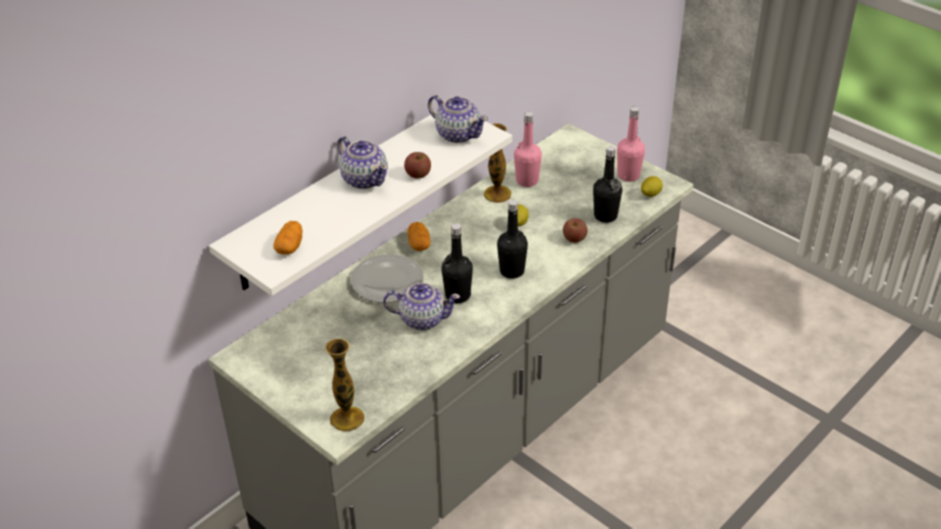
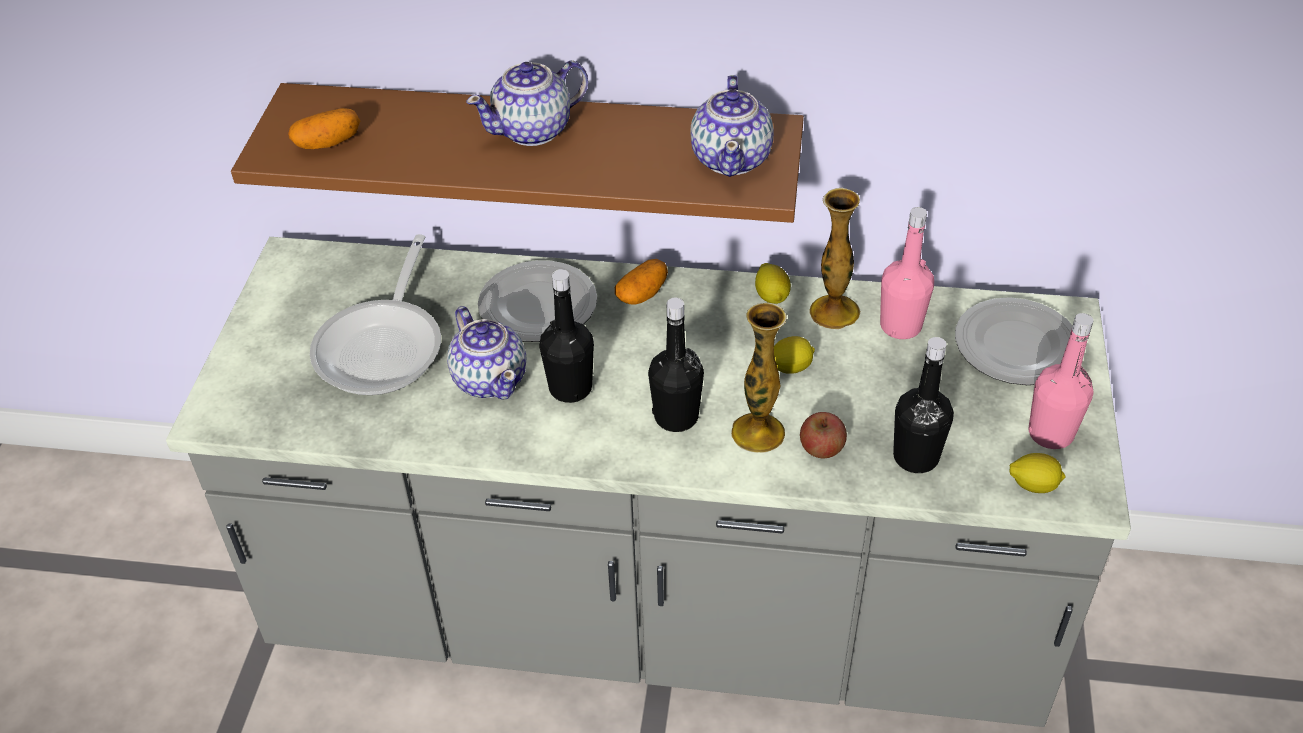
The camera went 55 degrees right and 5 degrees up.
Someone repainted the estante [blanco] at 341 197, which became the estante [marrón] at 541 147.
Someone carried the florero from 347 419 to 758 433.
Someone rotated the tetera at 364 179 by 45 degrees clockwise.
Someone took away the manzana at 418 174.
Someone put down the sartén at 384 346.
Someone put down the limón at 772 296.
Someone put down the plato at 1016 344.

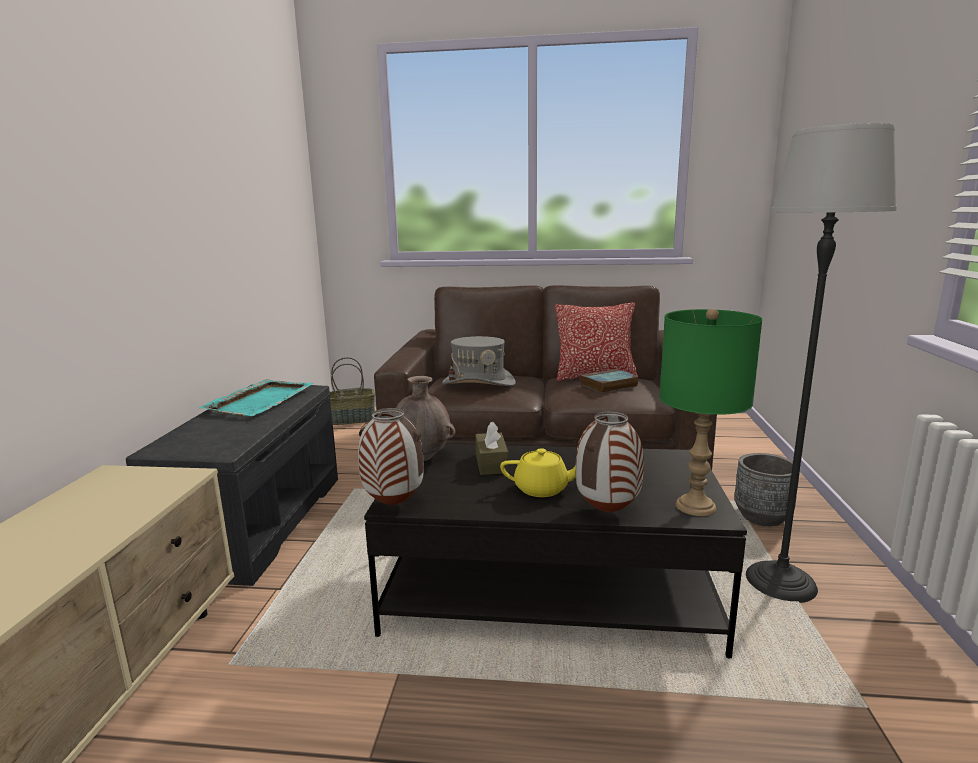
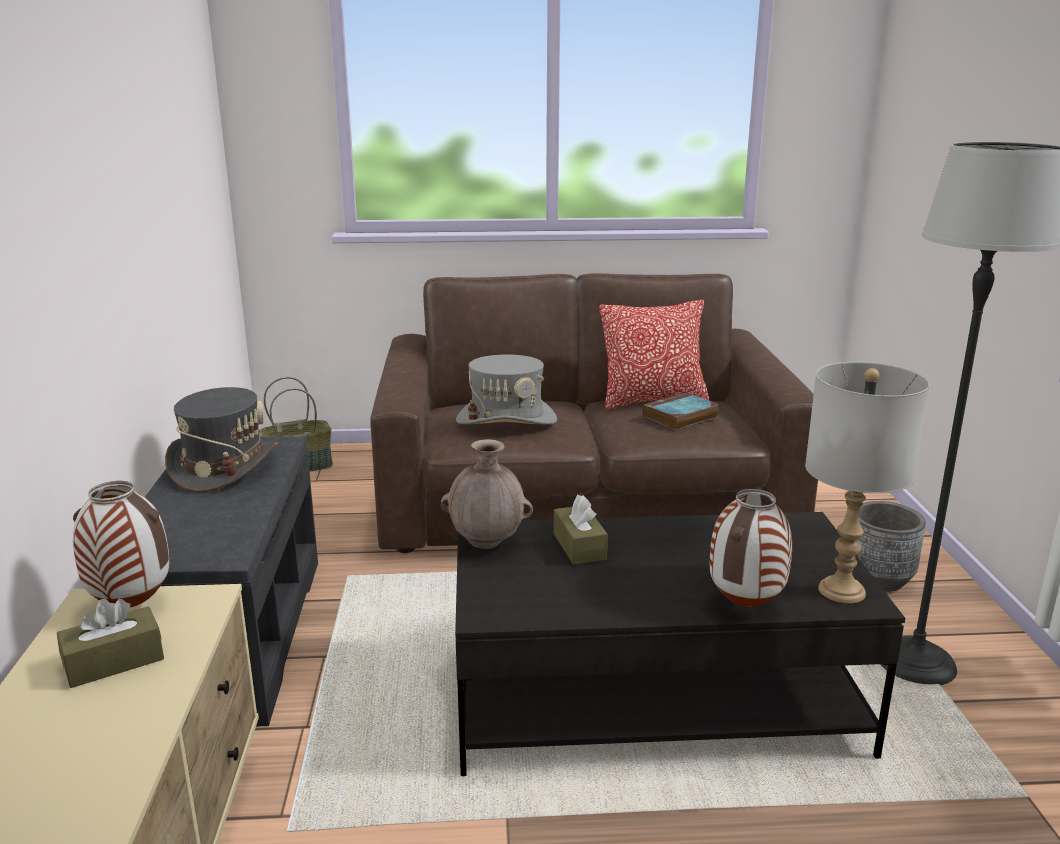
The camera went 10 degrees left and 5 degrees up.
Someone swapped the bandeja [turquesa] at 261 400 for the sombrero [gris] at 224 467.
Someone carried the florero from 393 505 to 130 607.
Someone took away the tetera [amarillo] at 542 489.
Someone repainted the lámpara de mesa [verde] at 695 506, which became the lámpara de mesa [gris] at 840 590.
Someone put down the caja de pañuelos [marrón] at 114 662.

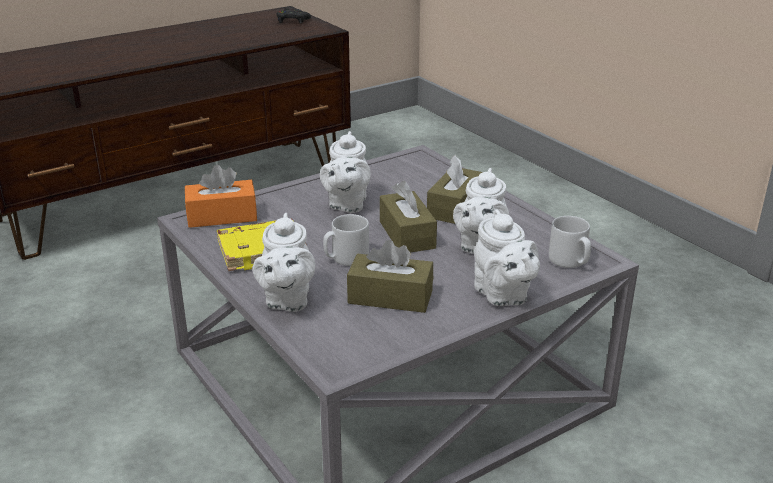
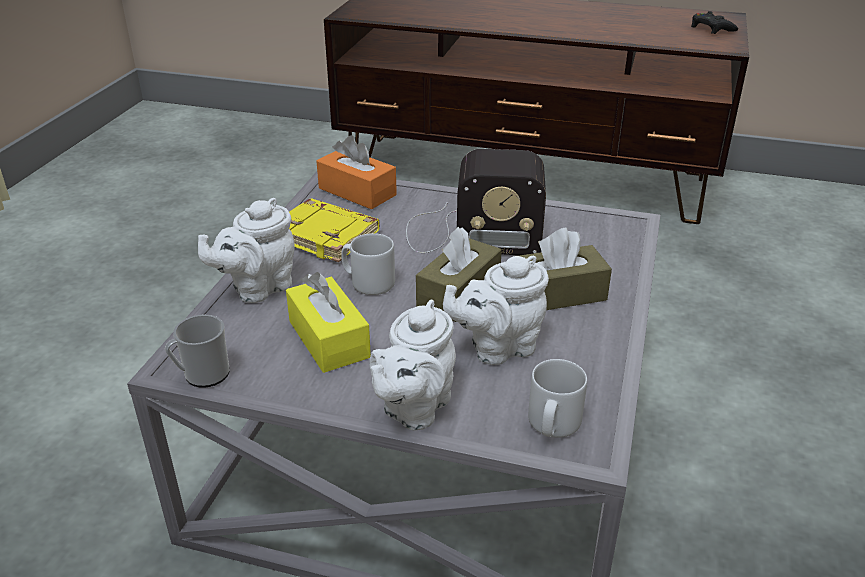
The camera went 50 degrees right and 5 degrees up.
Someone swapped the tetera [blanco] at 347 204 for the radio at 468 235.
Someone repainted the caja de pañuelos [marrón] at 390 297, which became the caja de pañuelos [amarillo] at 329 339.
Someone put down the taza grande at 202 375.

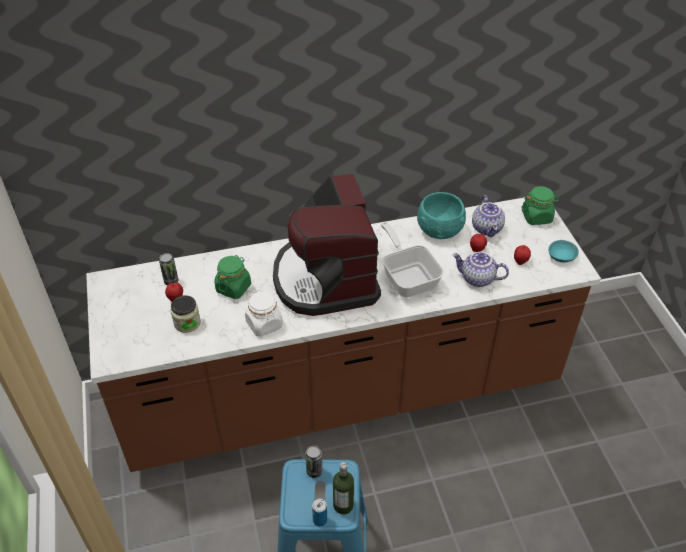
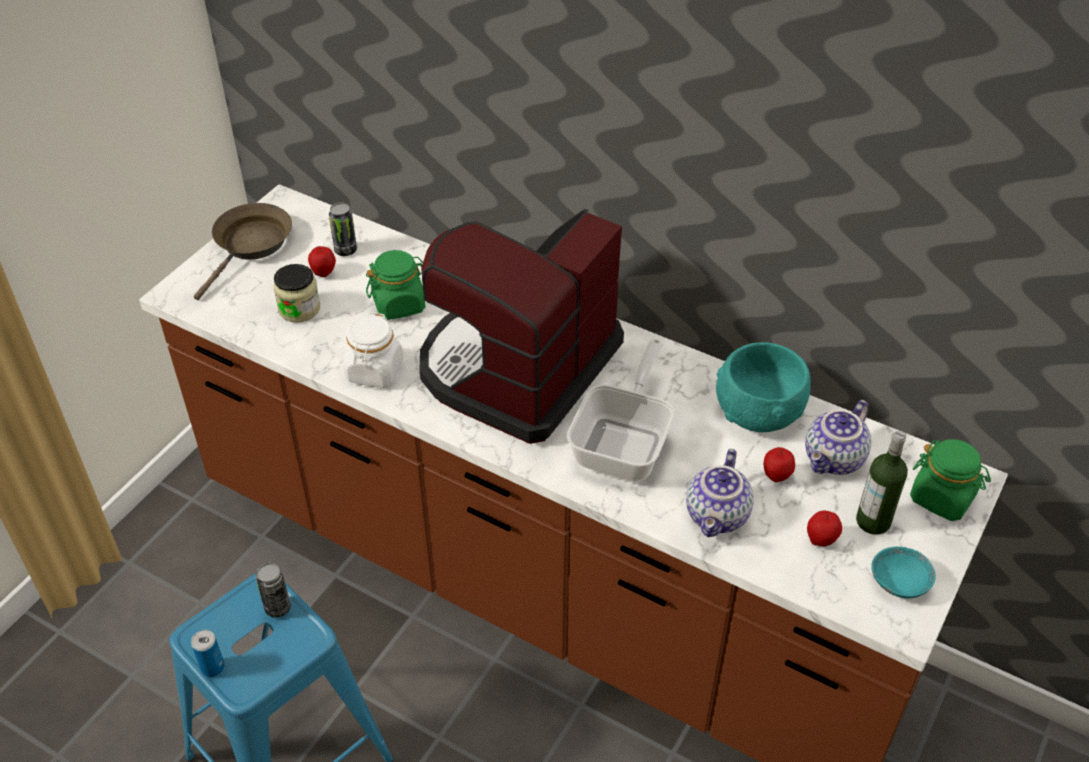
The camera went 45 degrees right and 0 degrees up.
Someone carried the botella from 343 505 to 873 521.
Someone rotated the tetera at 477 279 by 135 degrees counterclockwise.
Someone put down the sartén [marrón] at 250 245.

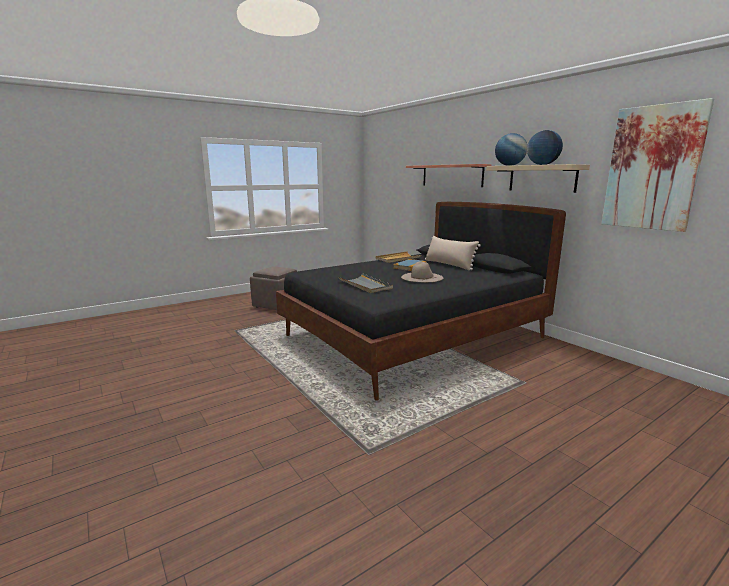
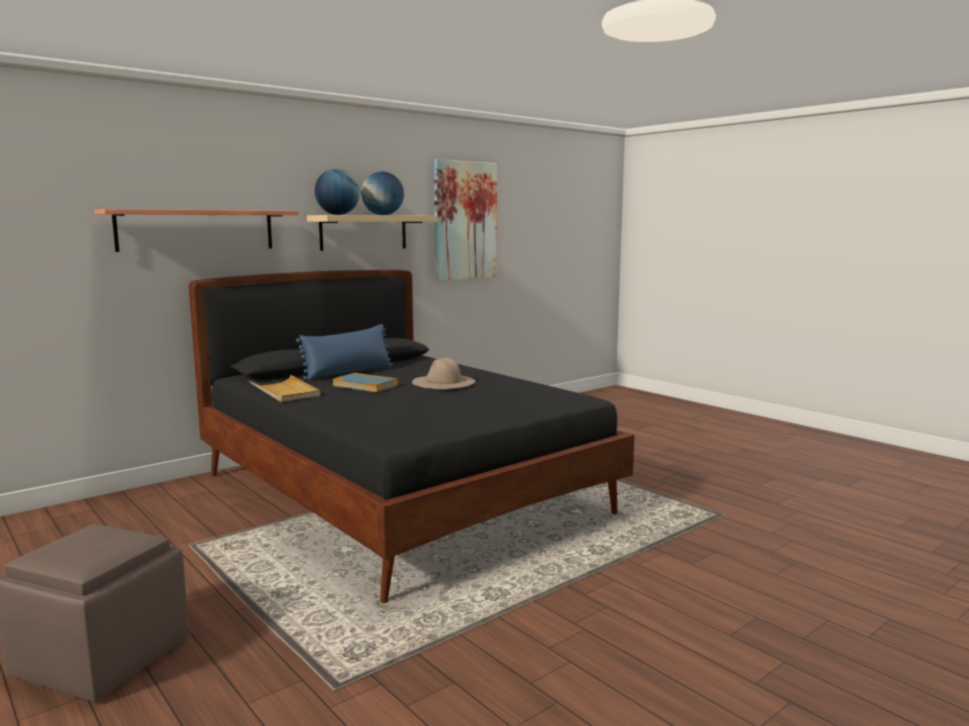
The camera went 95 degrees left and 5 degrees down.
Someone took away the bandeja [gris] at 365 285.
Someone repainted the cojín [beis] at 449 265, which became the cojín [azul] at 348 373.

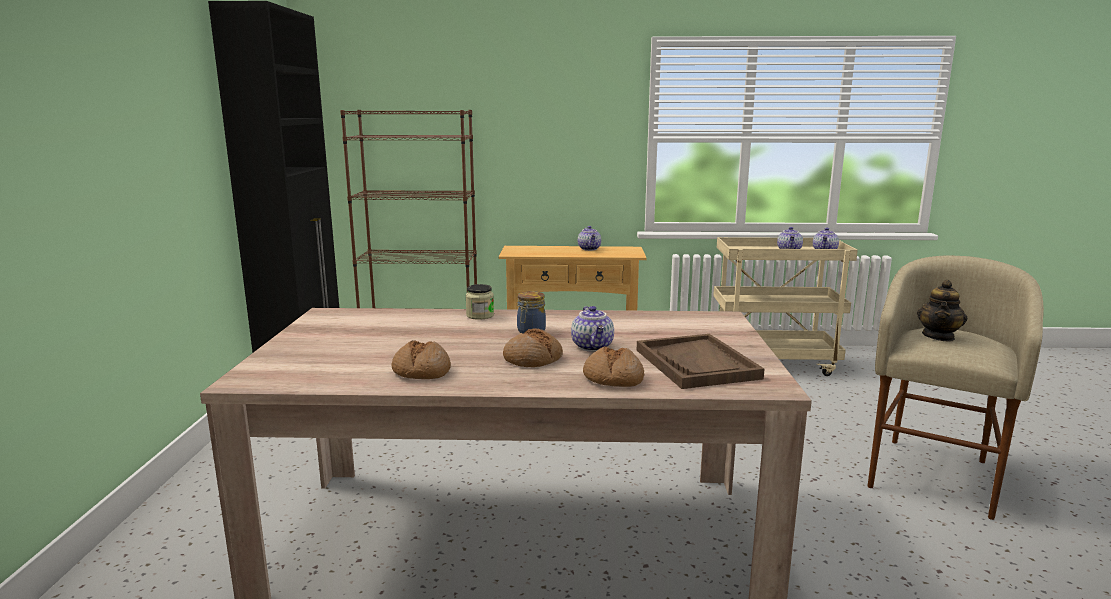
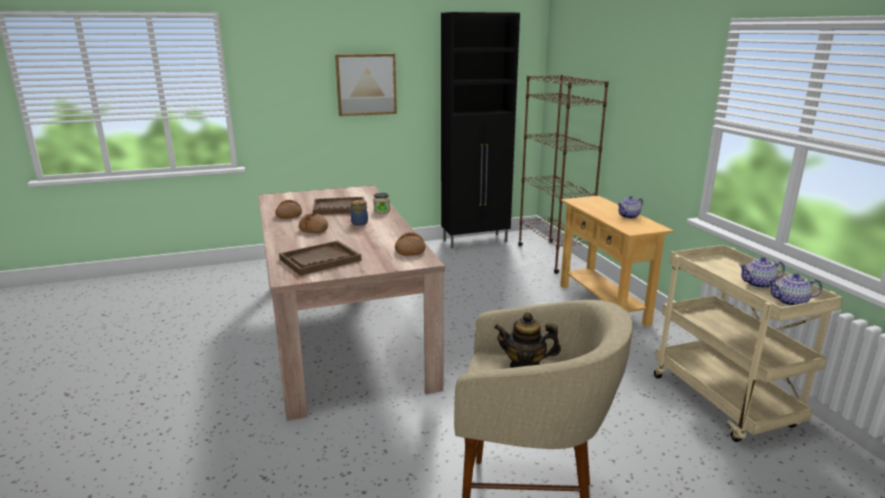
The camera went 70 degrees right and 5 degrees up.
Someone took away the tetera at 593 347.
Someone carried the pan from 613 378 to 410 250.
Someone put down the bandeja [marrón] at 339 208.
Someone put up the cuadro at 366 84.

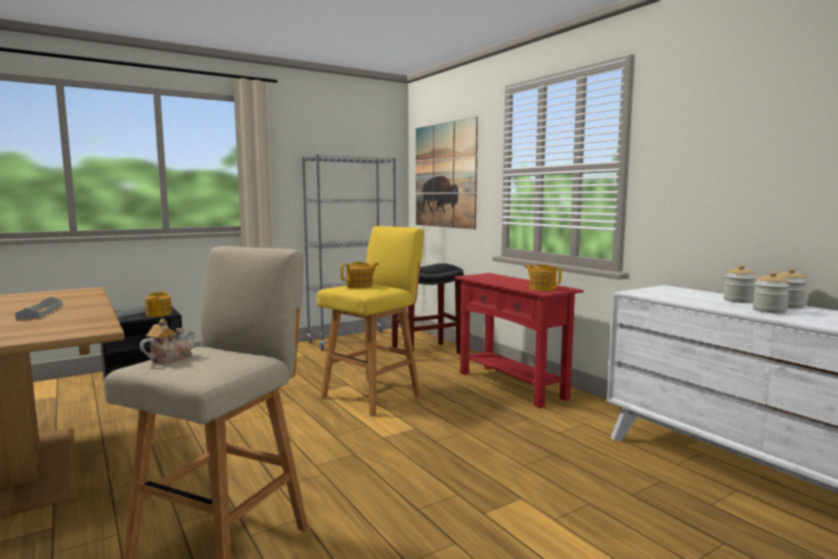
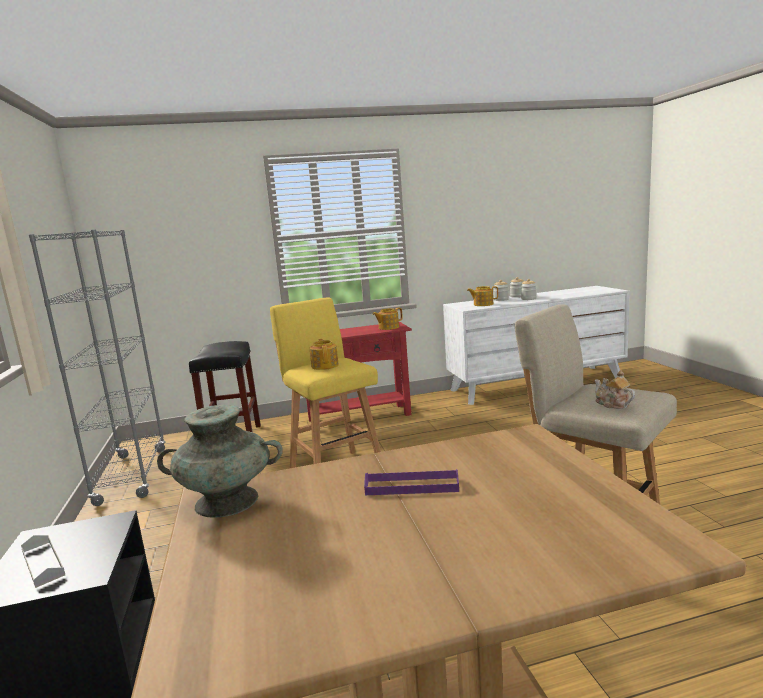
The camera went 70 degrees left and 5 degrees up.
Someone repainted the bandeja [gris] at 40 312, which became the bandeja [morado] at 412 486.
Someone carried the tetera from 159 314 to 483 304.
Someone took away the cuadro at 445 175.
Someone put down the florero [turquesa] at 227 501.

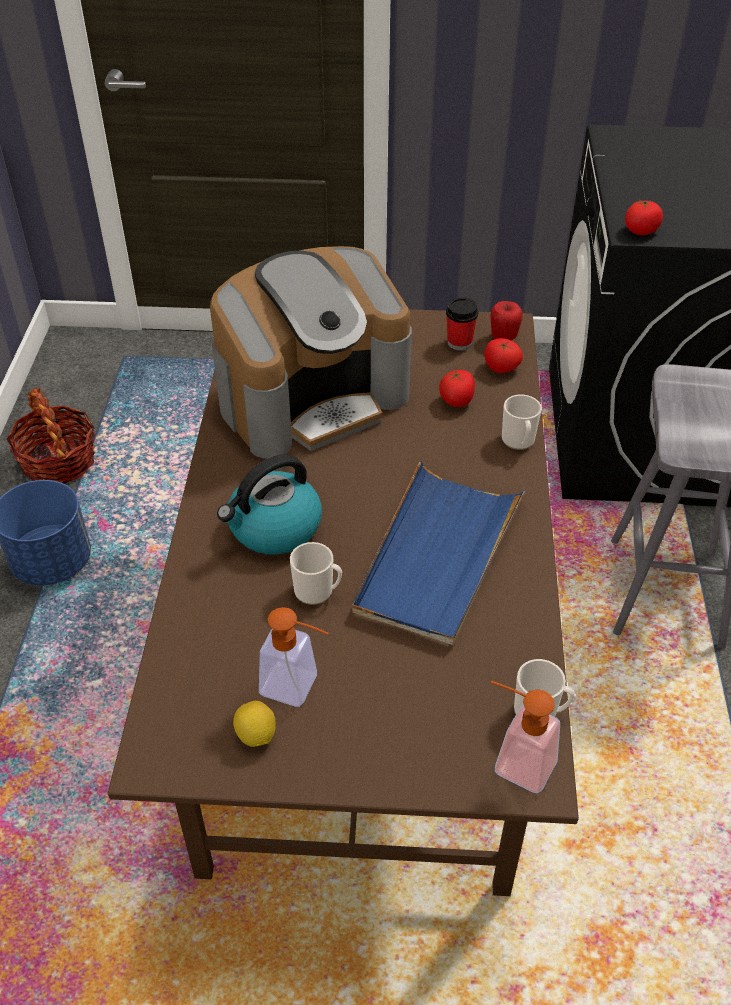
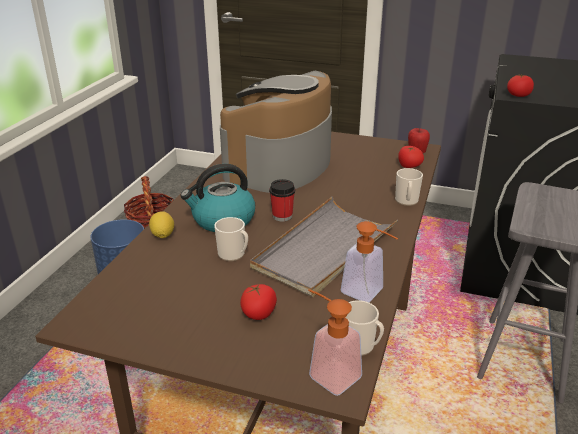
The camera went 15 degrees right and 15 degrees down.
Someone rotated the cafetera at 312 397 by 135 degrees clockwise.
Someone carried the limón from 256 735 to 163 235.
Someone carried the dispensador de jabón from 298 688 to 368 293.
Someone repainted the bandeja [azul] at 437 556, which became the bandeja [gris] at 324 249.
Someone carried the tomate from 457 400 to 259 314.
Someone carried the taza from 459 342 to 282 216.

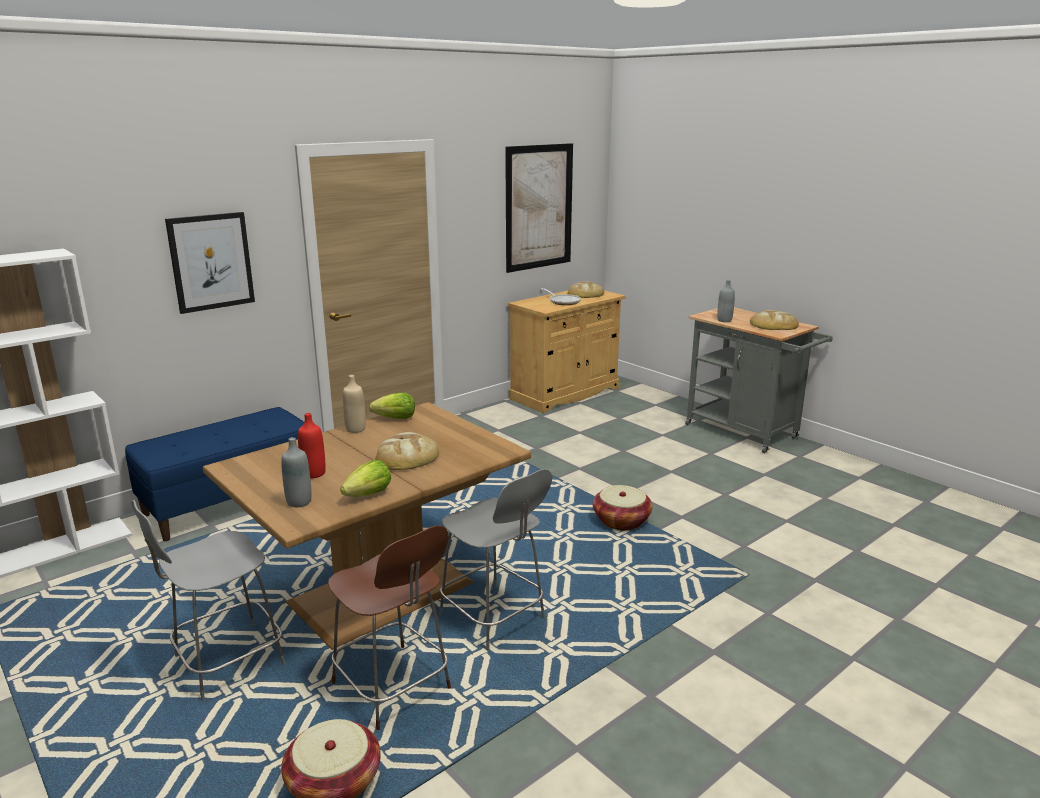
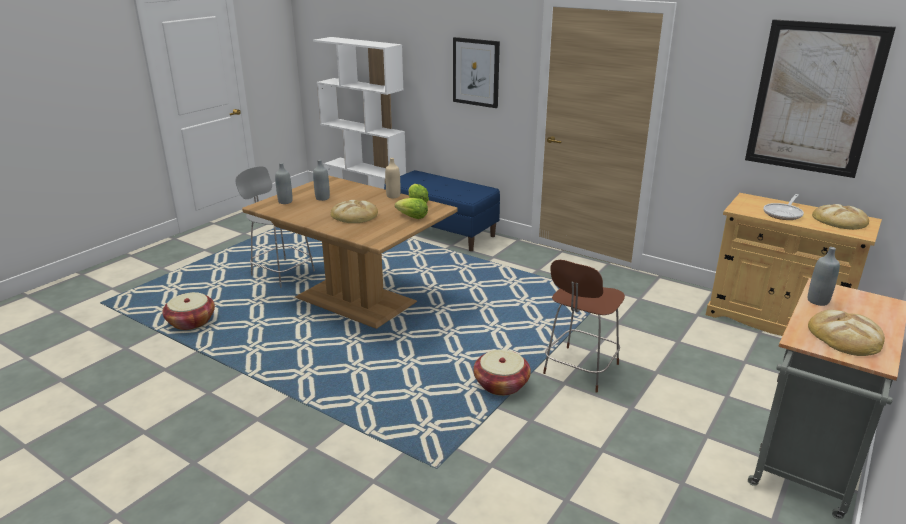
The camera went 75 degrees right and 5 degrees up.
Someone repainted the botella [rojo] at 314 473, which became the botella [gris] at 322 198.
Someone carried the silla [marrón] from 393 689 to 580 370.
Someone carried the lechuga from 369 495 to 412 217.
Someone took away the silla [gris] at 494 619.

